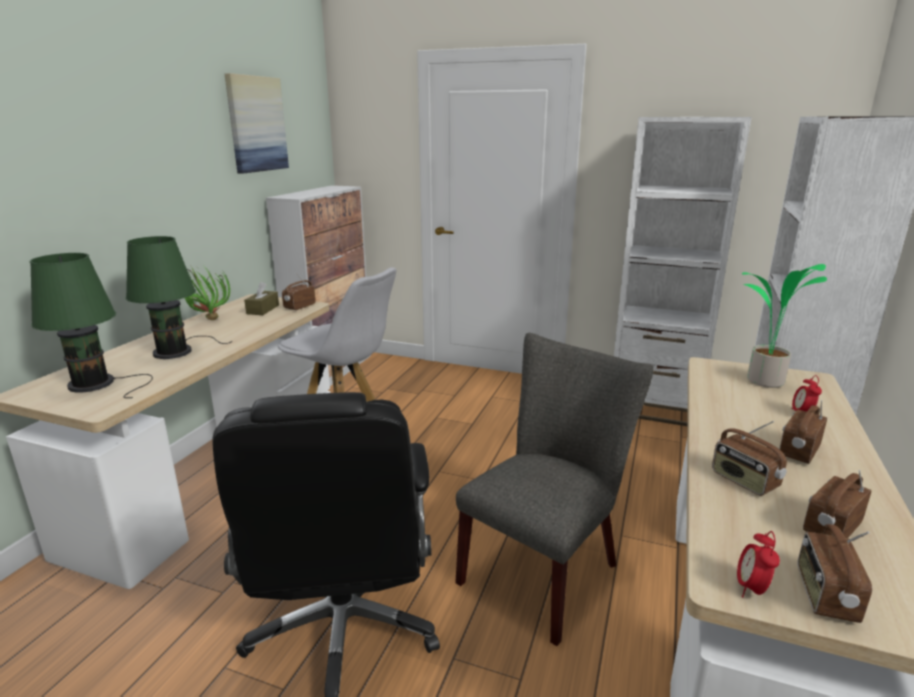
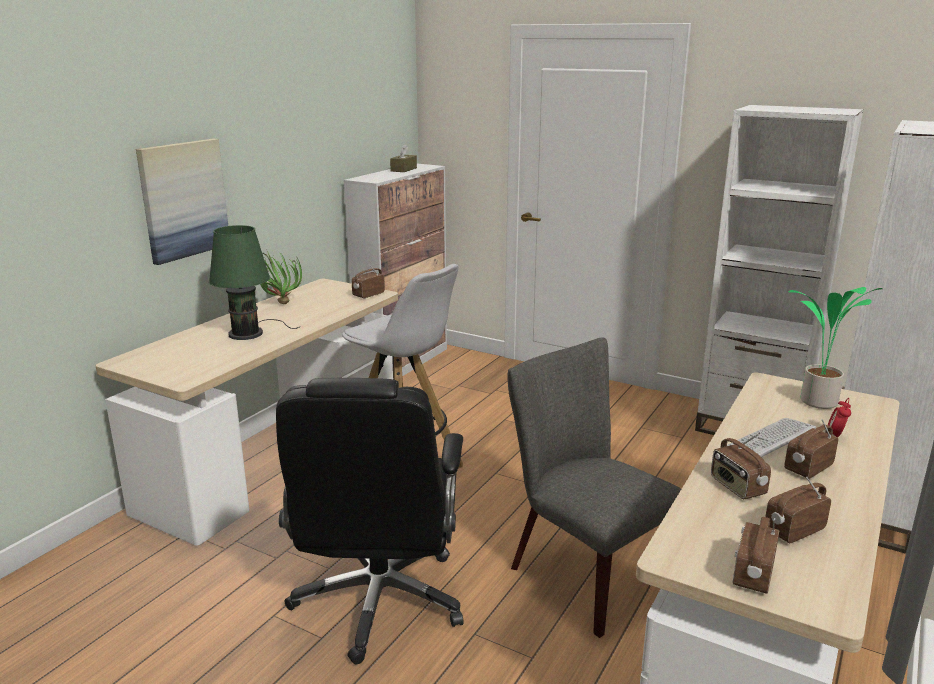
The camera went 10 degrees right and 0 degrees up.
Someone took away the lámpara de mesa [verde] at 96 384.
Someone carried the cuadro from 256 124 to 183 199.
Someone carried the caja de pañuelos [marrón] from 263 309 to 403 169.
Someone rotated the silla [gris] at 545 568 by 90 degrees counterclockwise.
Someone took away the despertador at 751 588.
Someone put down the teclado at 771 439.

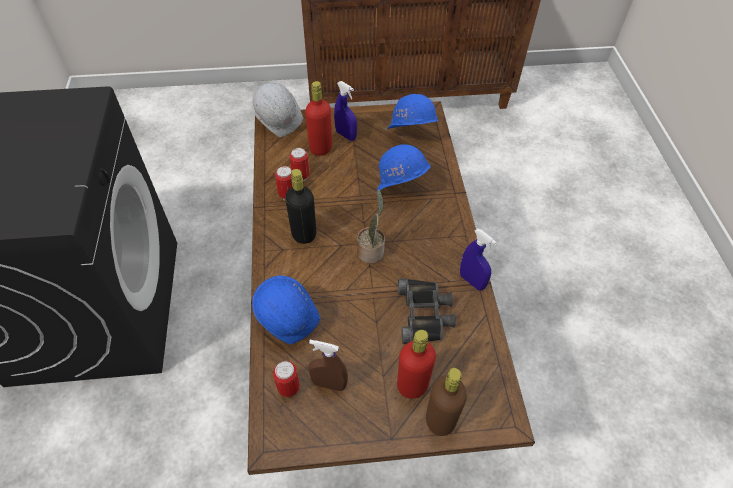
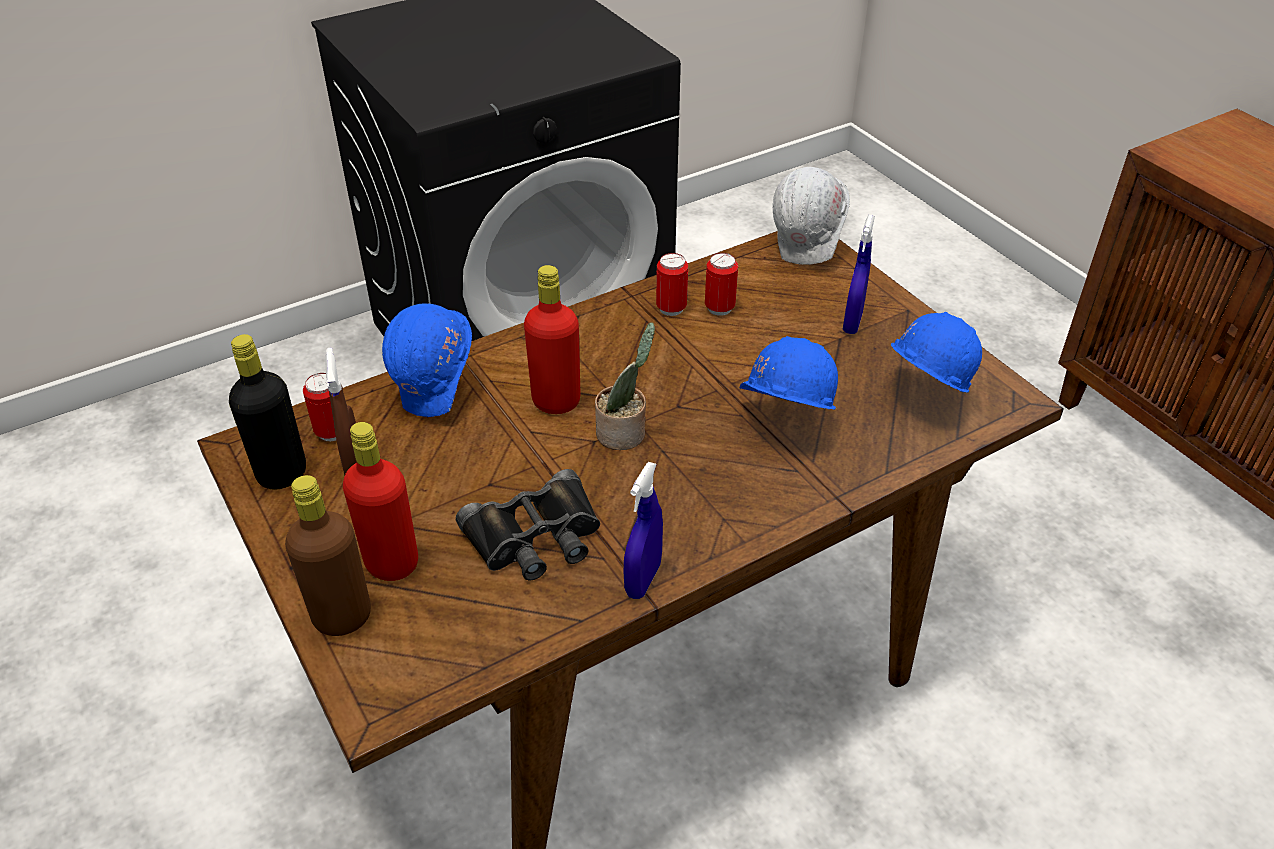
The camera went 65 degrees right and 10 degrees down.
Someone carried the botella [negro] from 304 234 to 282 474.
Someone carried the botella [rojo] from 320 148 to 556 401.

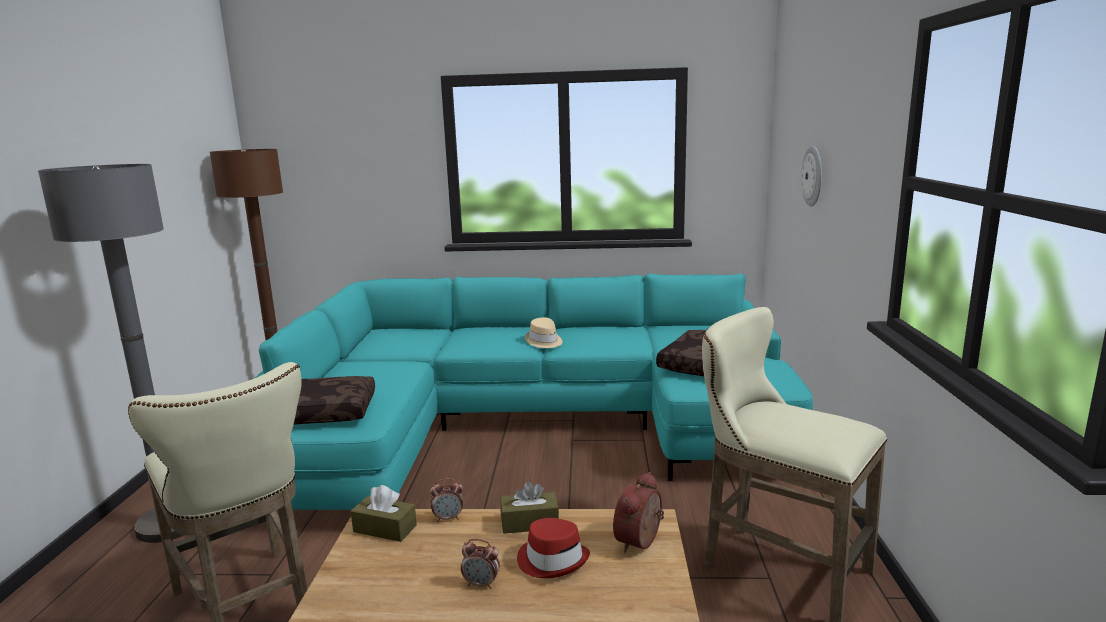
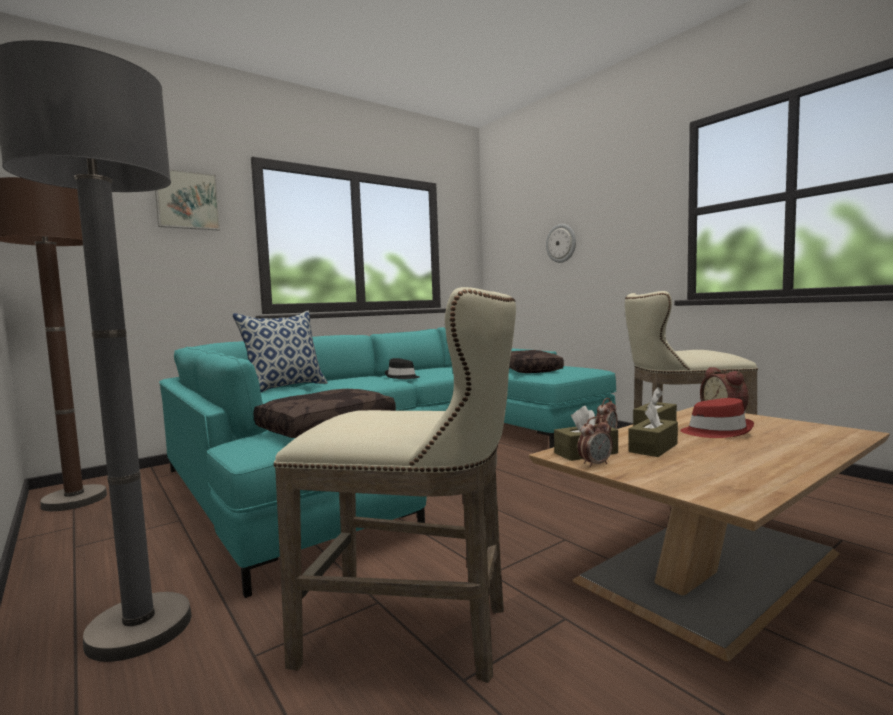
The camera went 40 degrees left and 10 degrees down.
Someone carried the despertador from 481 584 to 595 464.
Someone repainted the sombrero [beis] at 544 341, which became the sombrero [negro] at 402 377.
Someone put up the cuadro at 187 200.
Someone put down the cojín at 285 388.
Someone put down the caja de pañuelos [marrón] at 653 448.

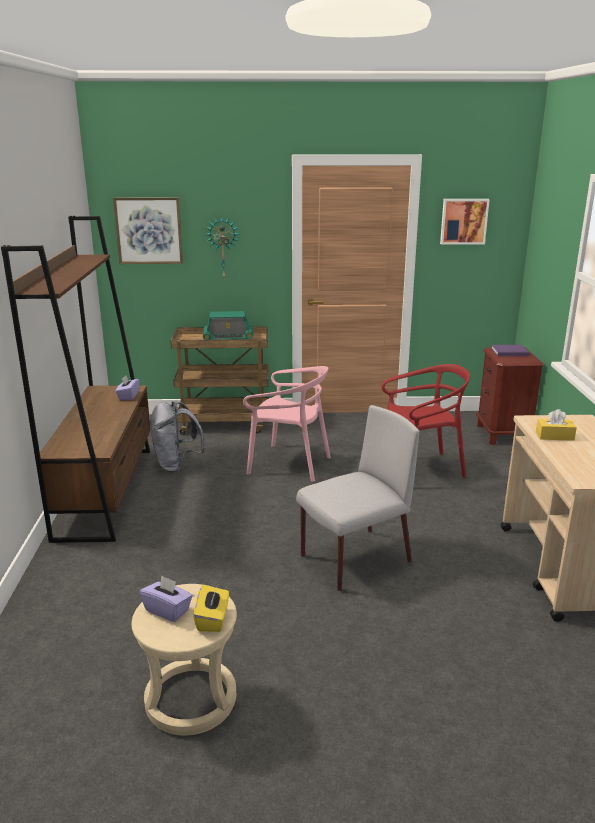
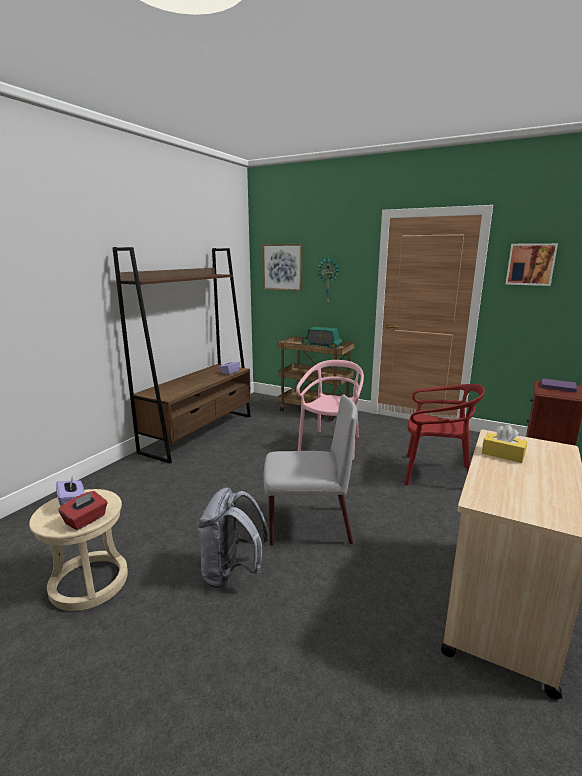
The camera went 30 degrees right and 5 degrees down.
Someone carried the mochila [gris] from 177 465 to 232 573.
Someone repainted the caja de pañuelos [amarillo] at 212 619, which became the caja de pañuelos [rojo] at 86 520.
Someone rotated the silla [rosa] at 289 464 by 120 degrees counterclockwise.

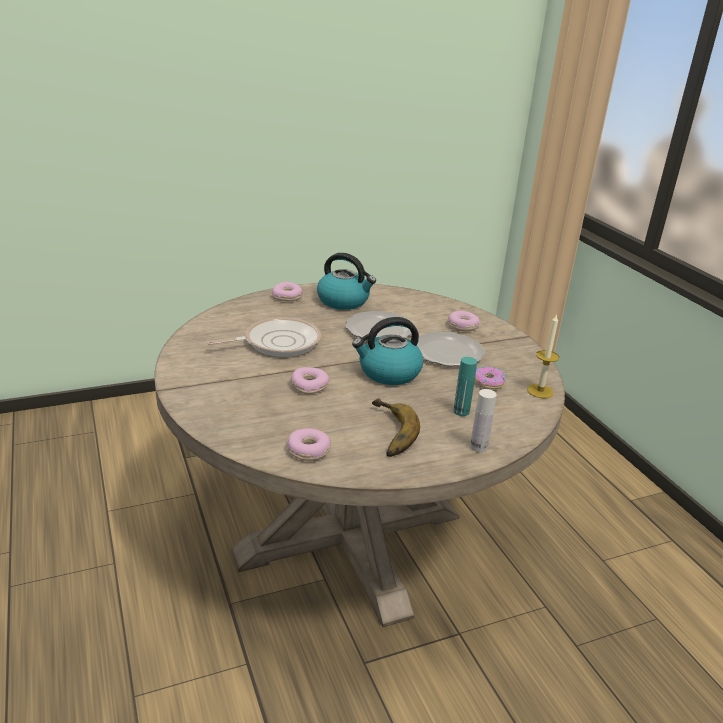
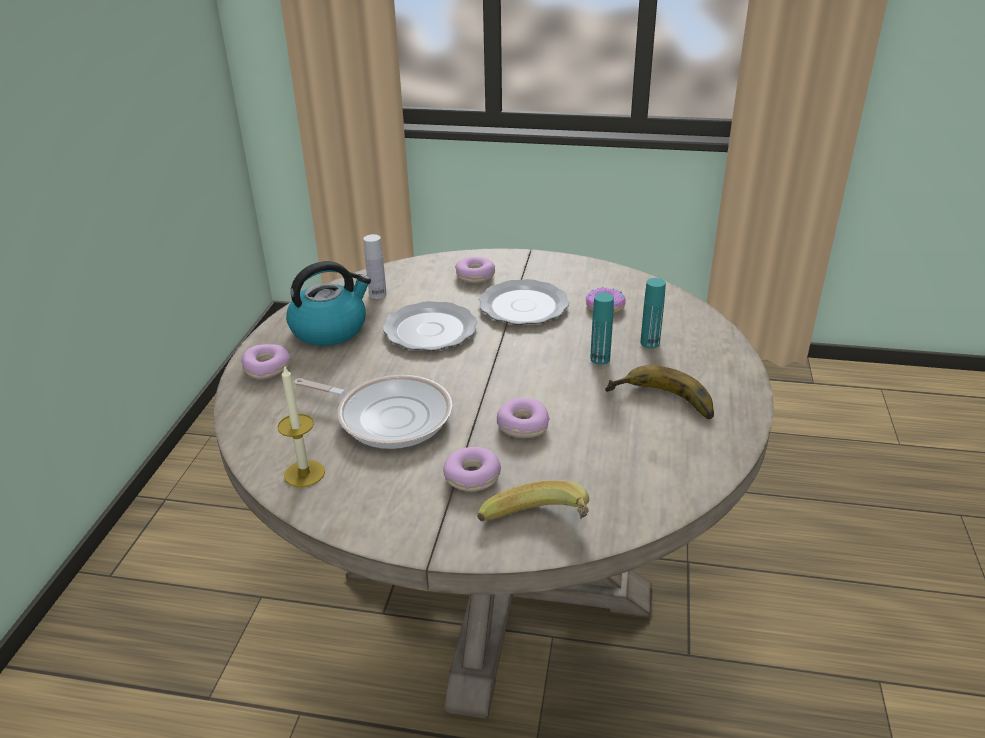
The camera went 55 degrees left and 5 degrees up.
Someone rotated the sartén at 277 342 by 105 degrees clockwise.
Someone carried the rosquilla from 309 451 to 472 477.
Someone took away the hervidor at 388 373.
Someone carried the botella [blanco] from 478 447 to 378 294.
Someone carried the vela from 540 391 to 304 473.
Someone put down the plátano at 538 530.
Someone put down the botella [turquesa] at 600 359.

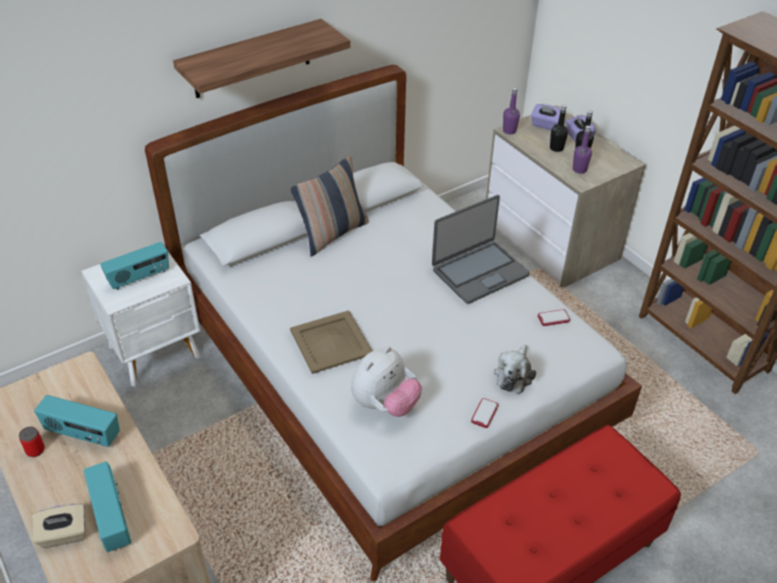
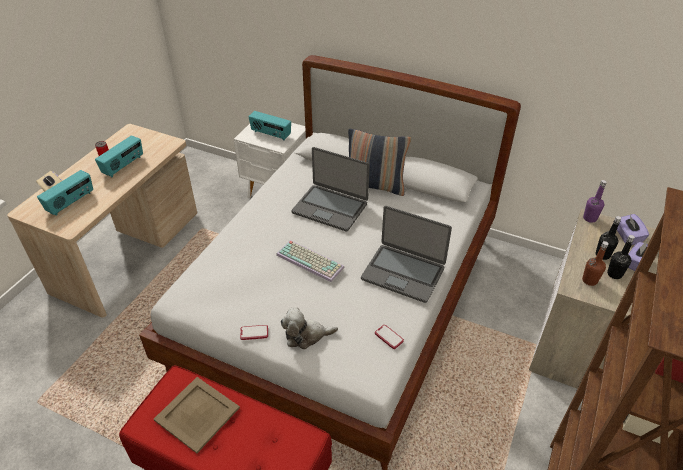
The camera went 60 degrees right and 0 degrees up.
Someone rotated the radio at 82 434 by 135 degrees counterclockwise.
Someone took away the estante at 252 59.
Someone carried the bandeja [beis] from 331 342 to 197 414.
Someone took away the peluche at 385 404.
Someone repainted the botella [morado] at 579 169, which became the botella [marrón] at 589 280.
Someone put down the teclado at 311 261.
Someone put down the portátil at 330 208.

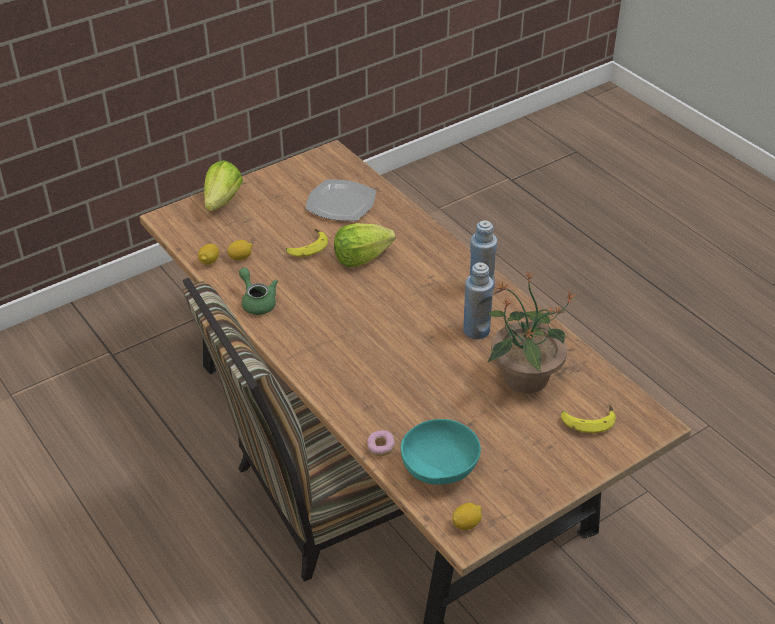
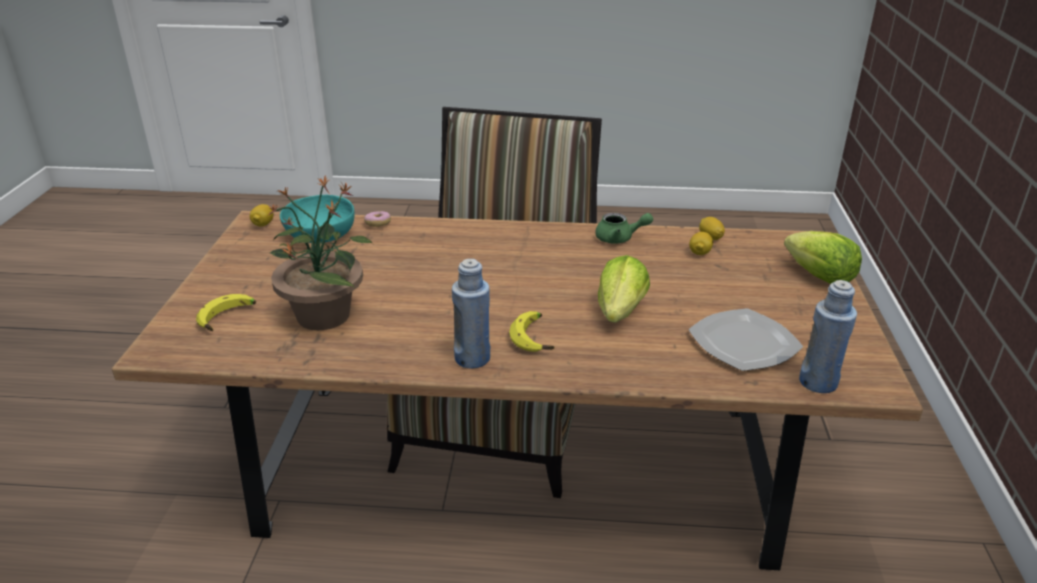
The camera went 130 degrees right and 10 degrees down.
Someone carried the plátano from 306 247 to 535 338.
Someone carried the botella [azul] from 476 330 to 818 382.

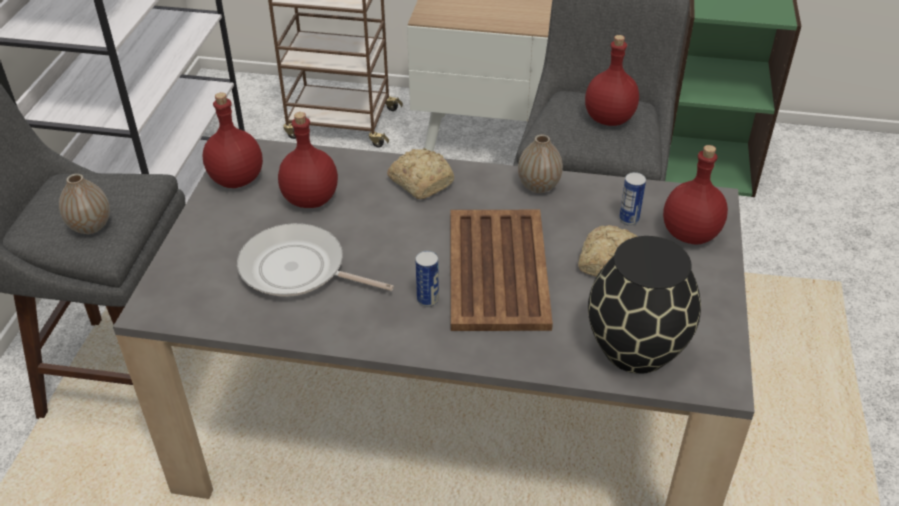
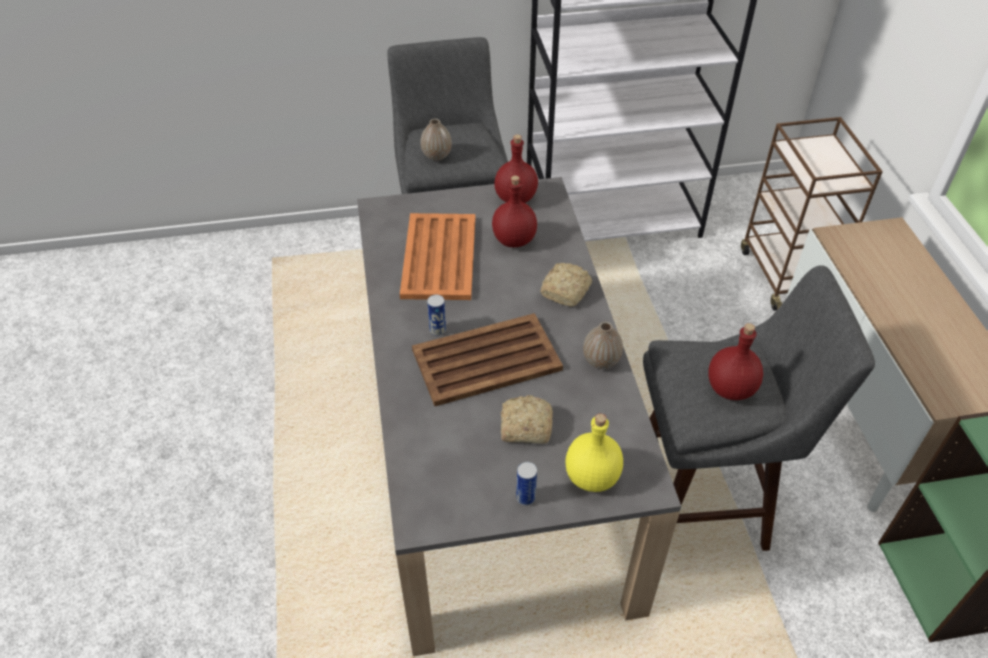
The camera went 70 degrees right and 5 degrees up.
Someone swapped the sartén at 298 270 for the bandeja [naranja] at 439 258.
Someone took away the florero [negro] at 636 350.
Someone carried the lata from 629 219 to 525 498.
Someone repainted the botella [rojo] at 691 235, which became the botella [amarillo] at 591 477.

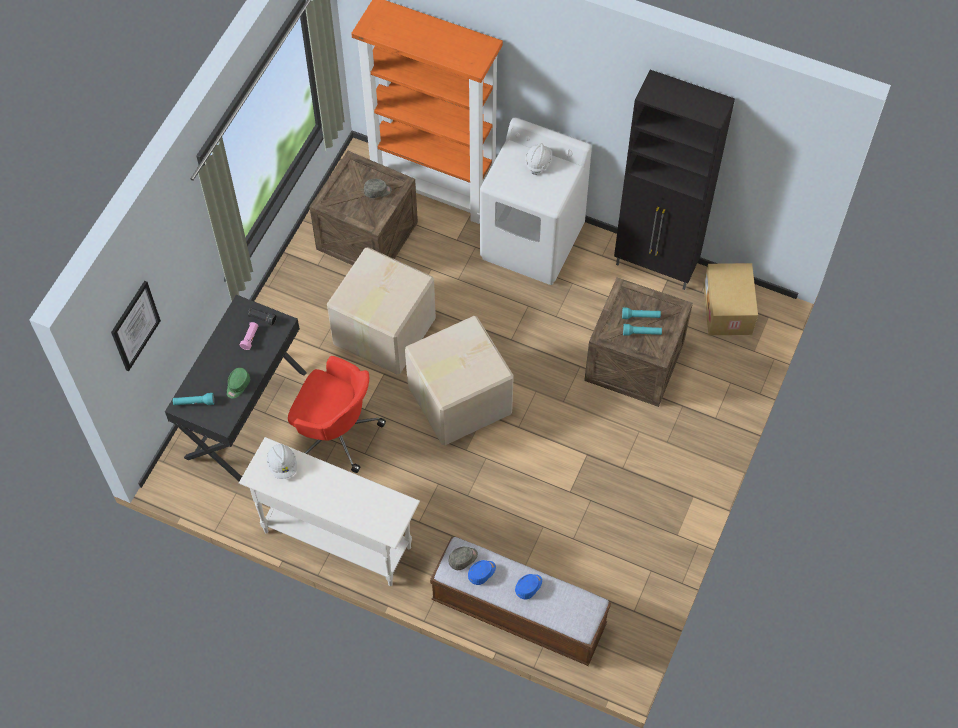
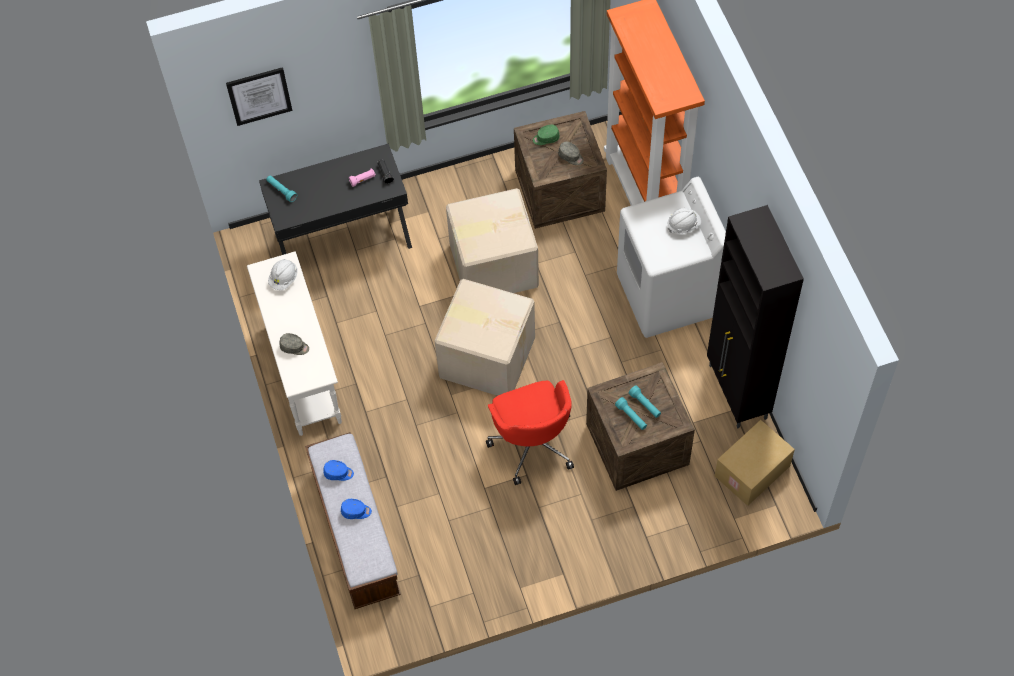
The camera went 50 degrees right and 0 degrees up.
Someone carried the gorra [verde] from 237 385 to 546 138.
Someone carried the silla de oficina [rojo] from 336 432 to 533 442.
Someone carried the gorra [gris] from 463 559 to 294 347.

